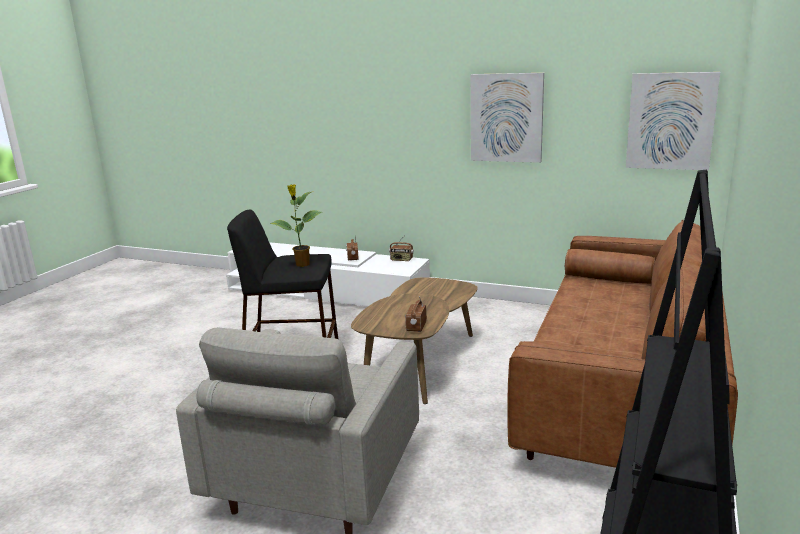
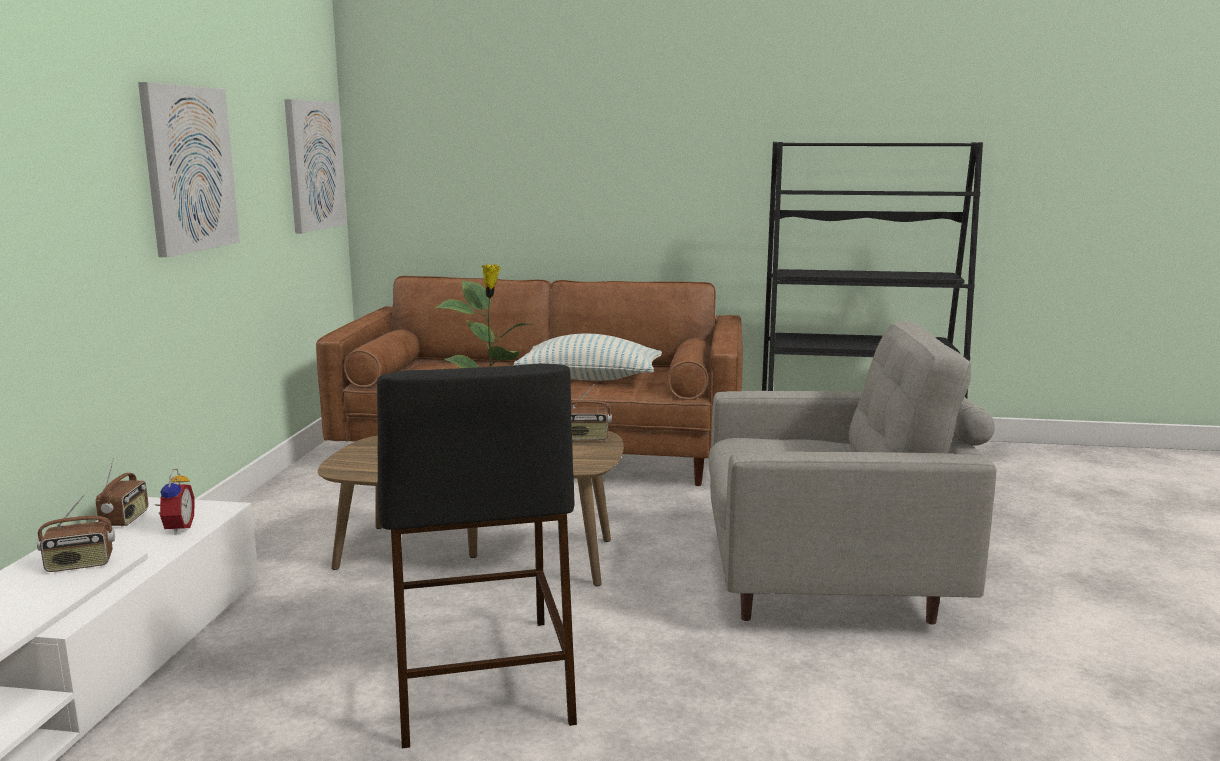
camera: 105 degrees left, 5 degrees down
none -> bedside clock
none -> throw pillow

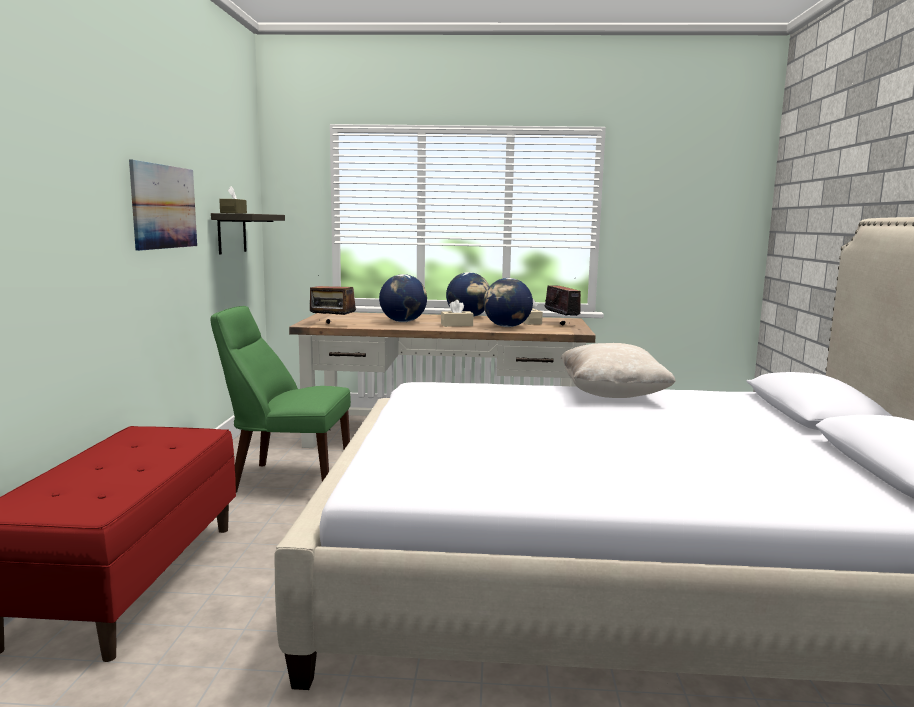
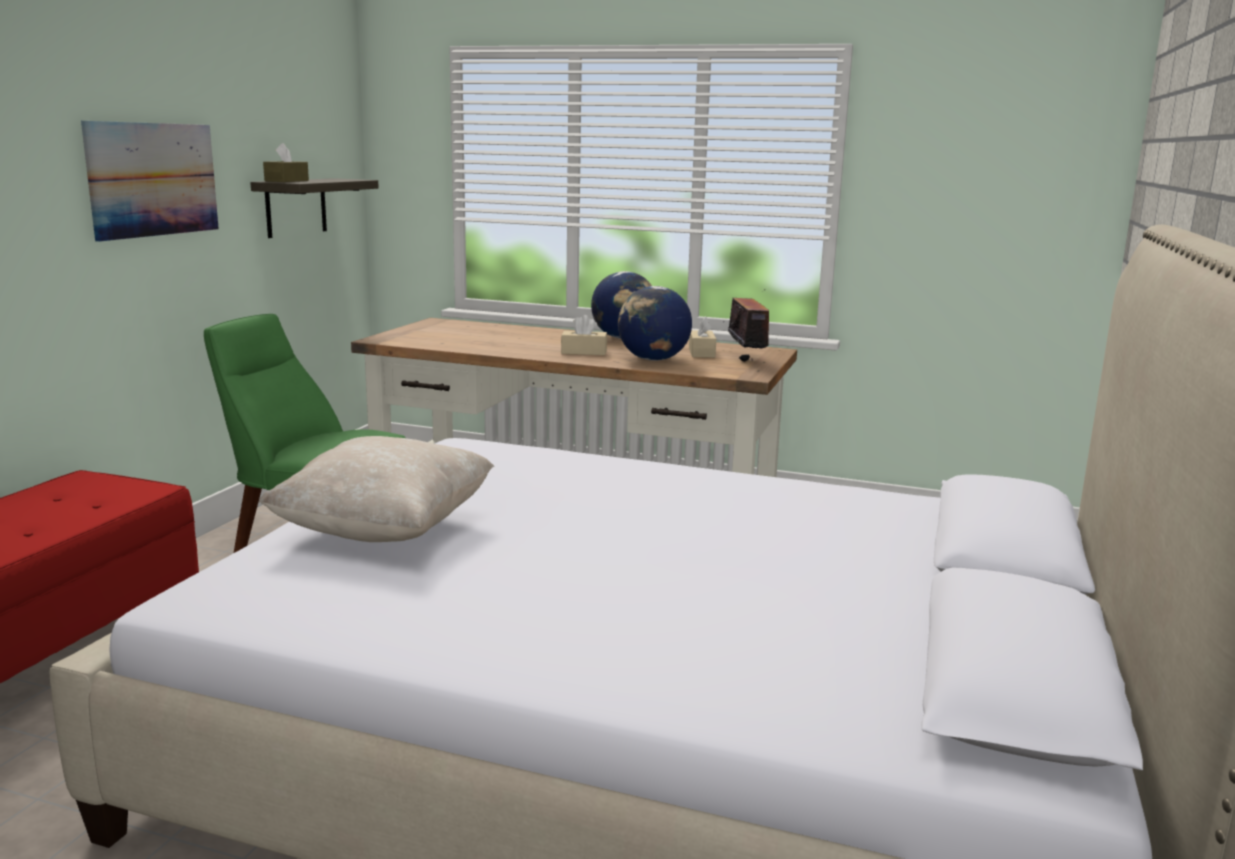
camera: 15 degrees right, 5 degrees up
radio set (no. 1 from left) -> none
globe (no. 1 from left) -> none
sand-coloured throw pillow, shifted

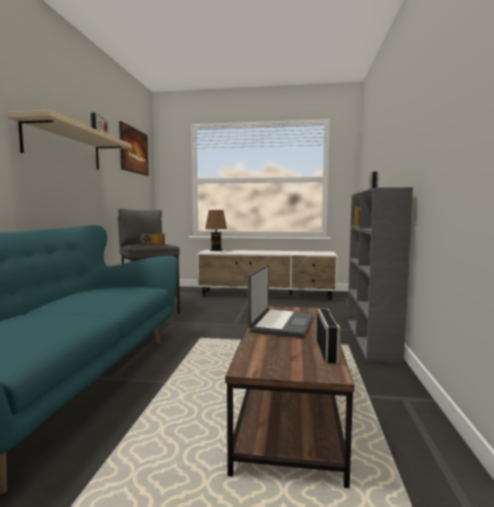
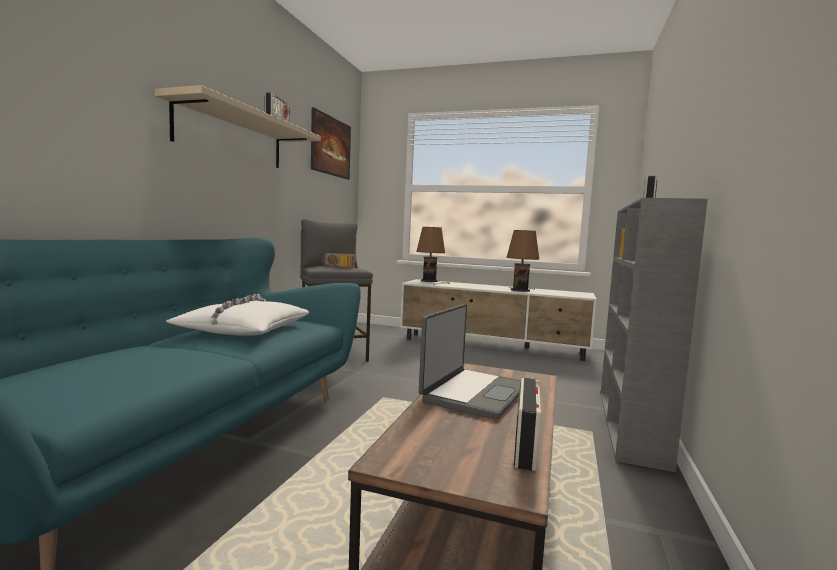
camera: 10 degrees right, 0 degrees up
none -> white-coloured throw pillow
none -> brownish table lamp (no. 2 from left)

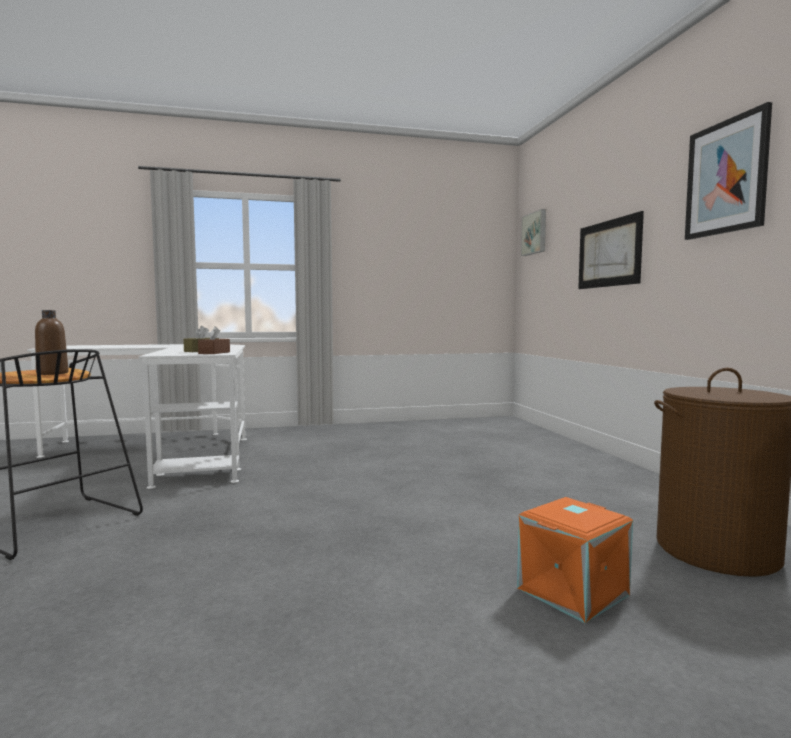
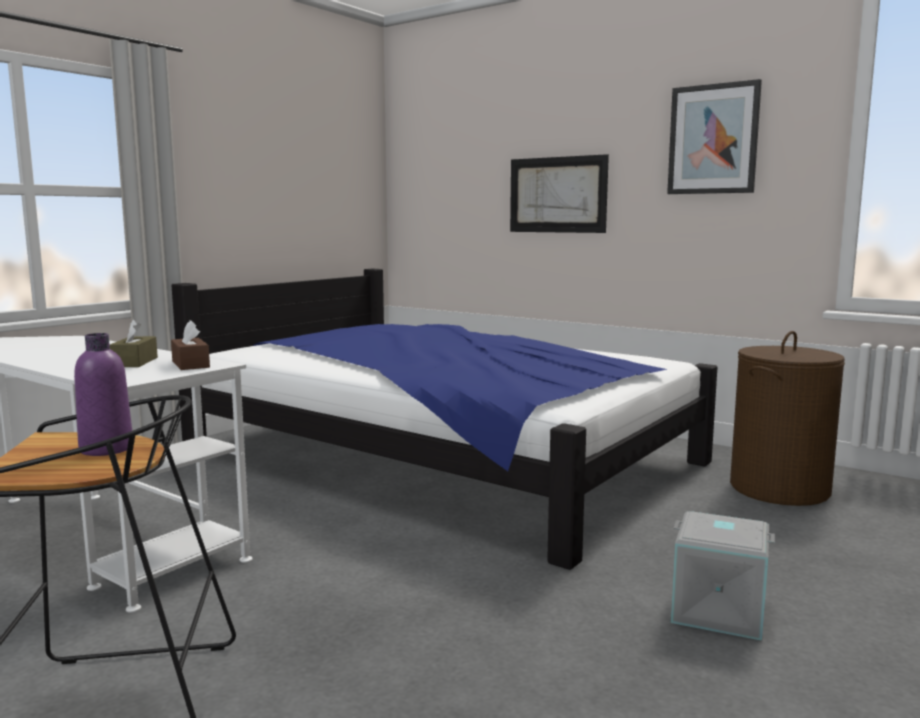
camera: 40 degrees left, 5 degrees up
orange-coloured storage container -> none
wall picture (no. 1 from left) -> none
none -> bed
none -> greyish storage container
brownish bottle -> purplish bottle

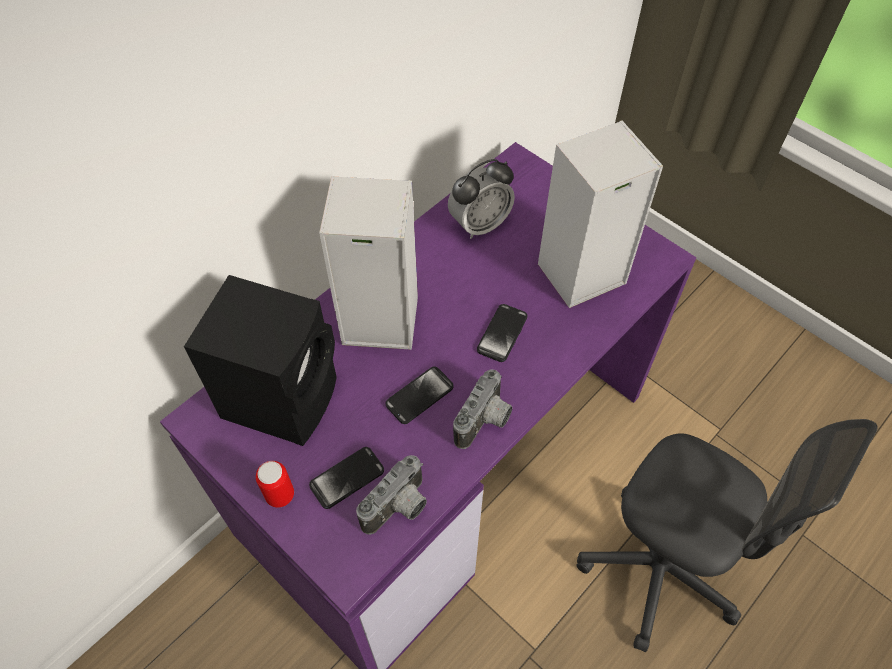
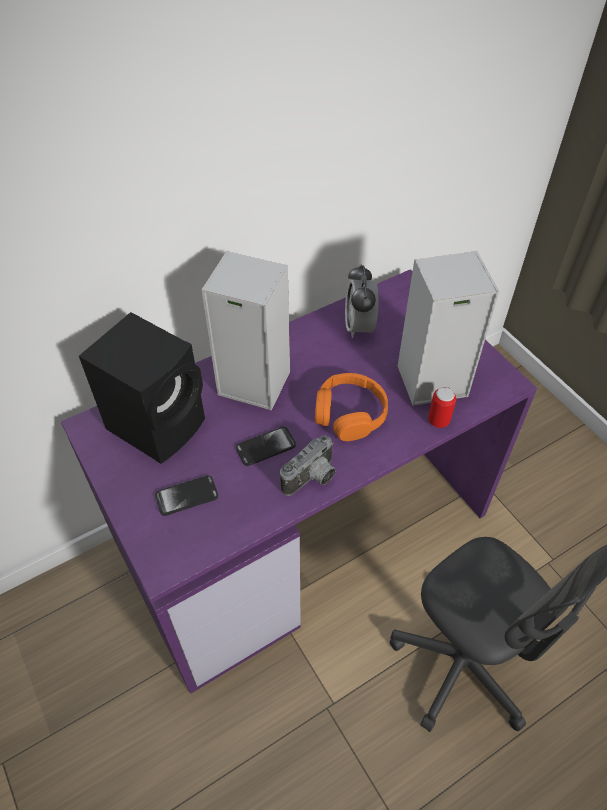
camera: 15 degrees right, 5 degrees down
photo camera (no. 1 from left) -> none
sealed can, shifted
handset (no. 3 from left) -> orange-coloured pair of headphones
bedside clock, 105 degrees clockwise

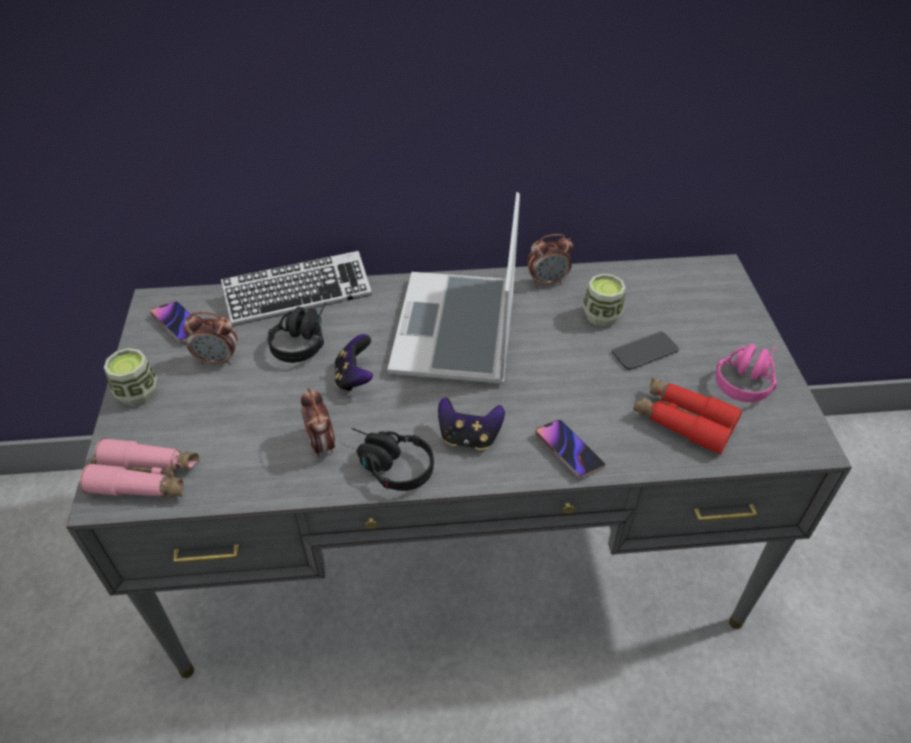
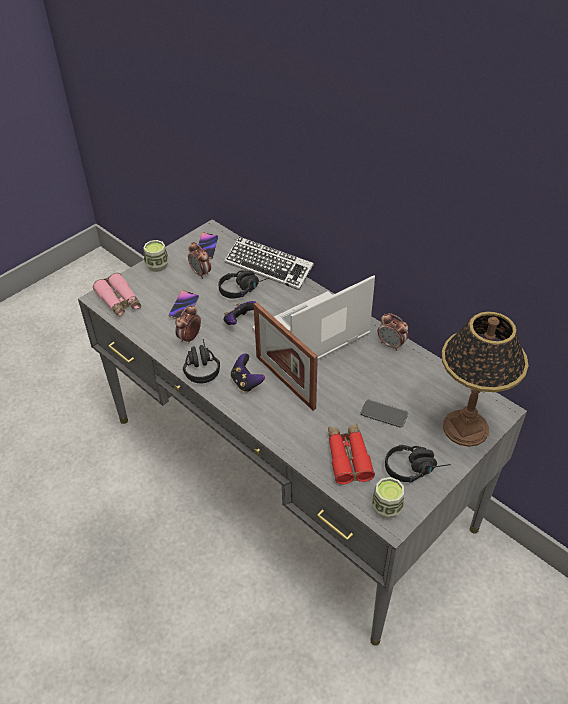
camera: 50 degrees right, 0 degrees up
none -> standing frame
none -> table lamp
handset (no. 2 from left in the first image) -> handset (no. 1 from left), shifted
small cup (no. 2 from left), shifted
pink pair of headphones -> black-coloured pair of headphones (no. 3 from left)

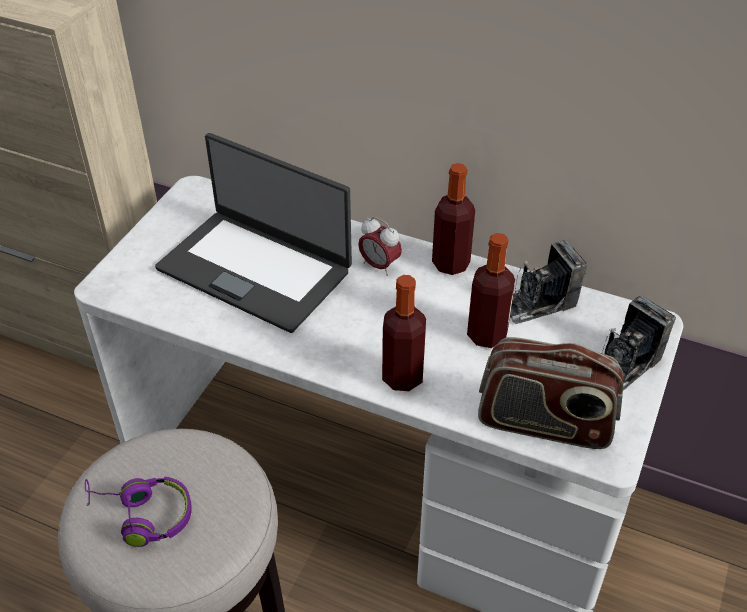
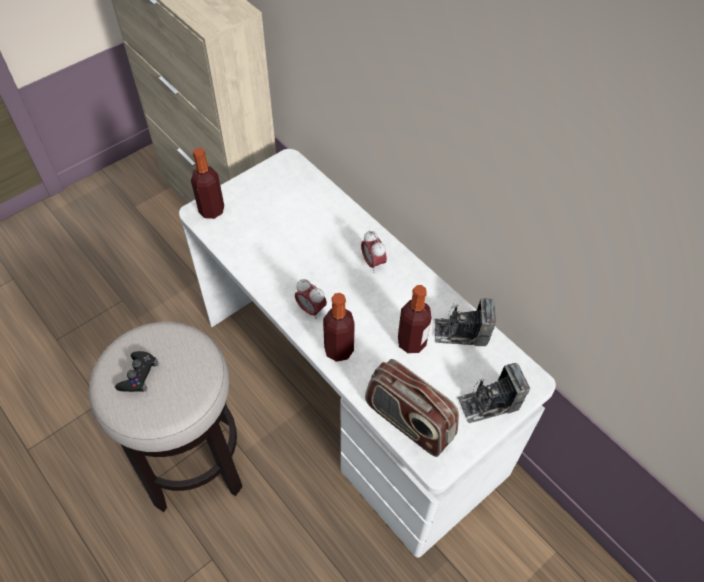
camera: 25 degrees right, 10 degrees up
portable computer -> none
none -> bedside clock (no. 1 from left)
bottle (no. 2 from left in the first image) -> bottle (no. 1 from left), shifted
purplish pair of headphones -> black-coloured gamepad

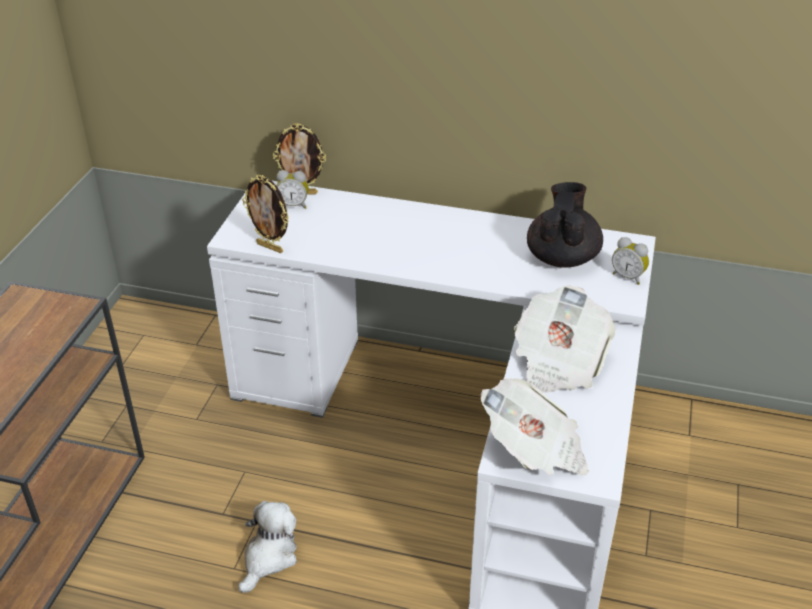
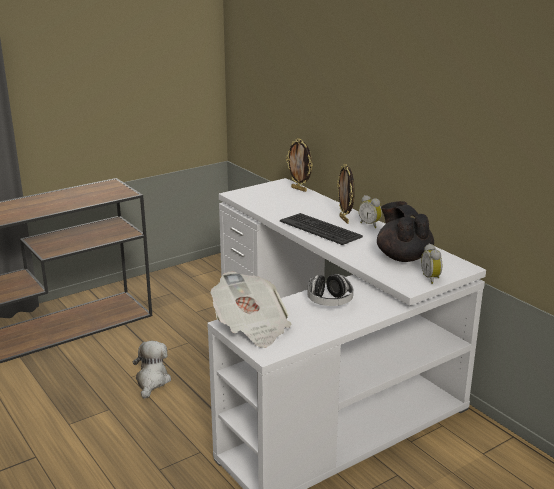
camera: 40 degrees right, 15 degrees down
none -> PC keyboard
standing frame (no. 1 from left in the first image) -> standing frame (no. 2 from left), shifted
bedside clock (no. 1 from left), shifted
printed paper (no. 2 from left) -> pair of headphones
plush toy, 60 degrees counterclockwise
black-coloured tea pot, 75 degrees counterclockwise

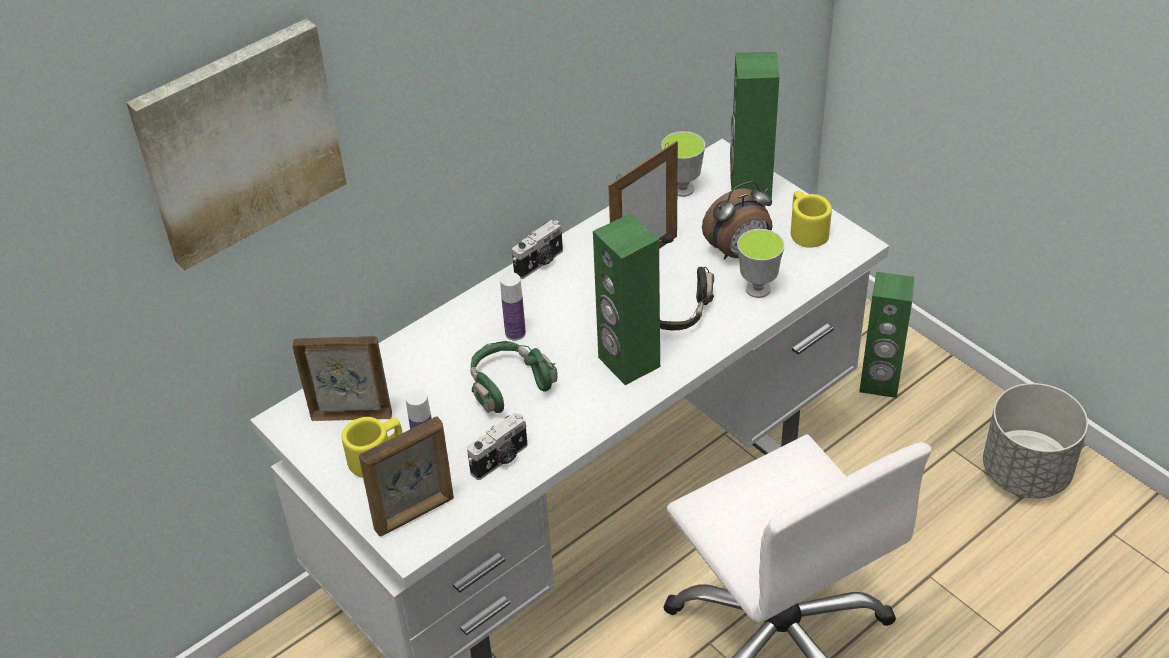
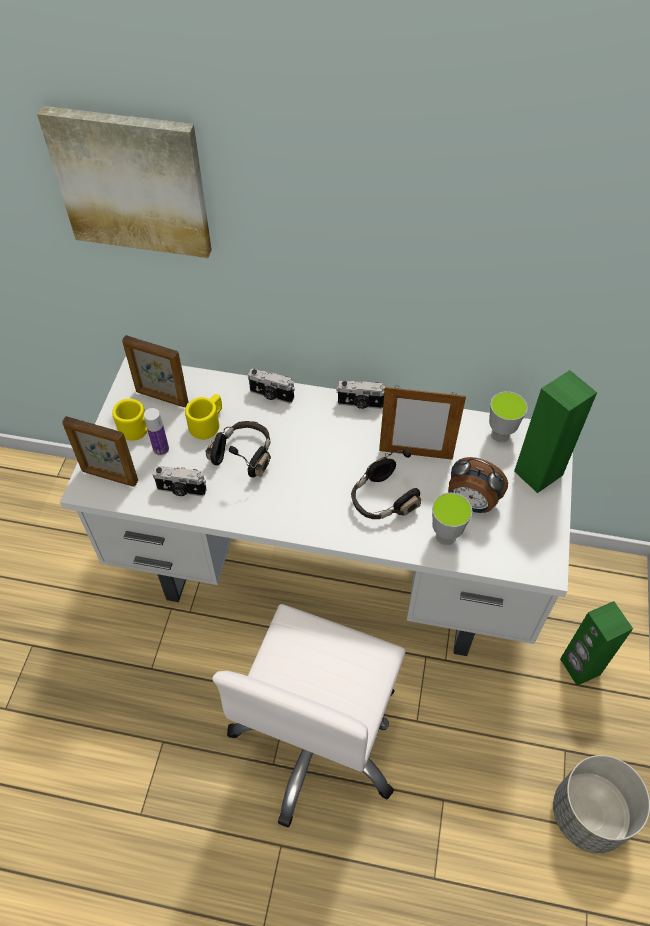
camera: 50 degrees right, 10 degrees up
bottle (no. 2 from left) -> none
green-coloured speaker (no. 1 from left) -> none
none -> photo camera (no. 2 from left)
yellowish tea mug (no. 2 from left), shifted
green-coloured pair of headphones -> black-coloured pair of headphones (no. 1 from left)
standing frame (no. 1 from left in the first image) -> standing frame (no. 2 from left), 150 degrees clockwise

